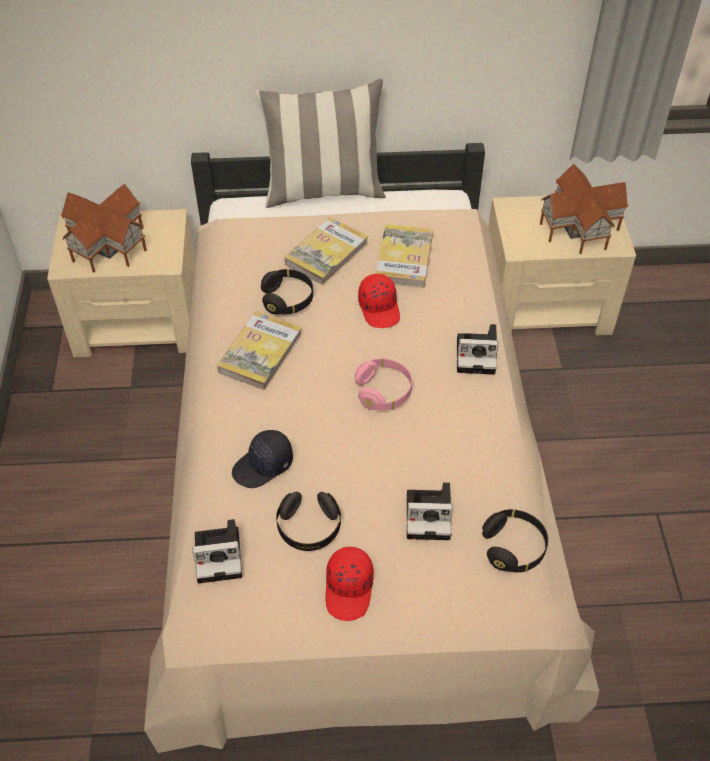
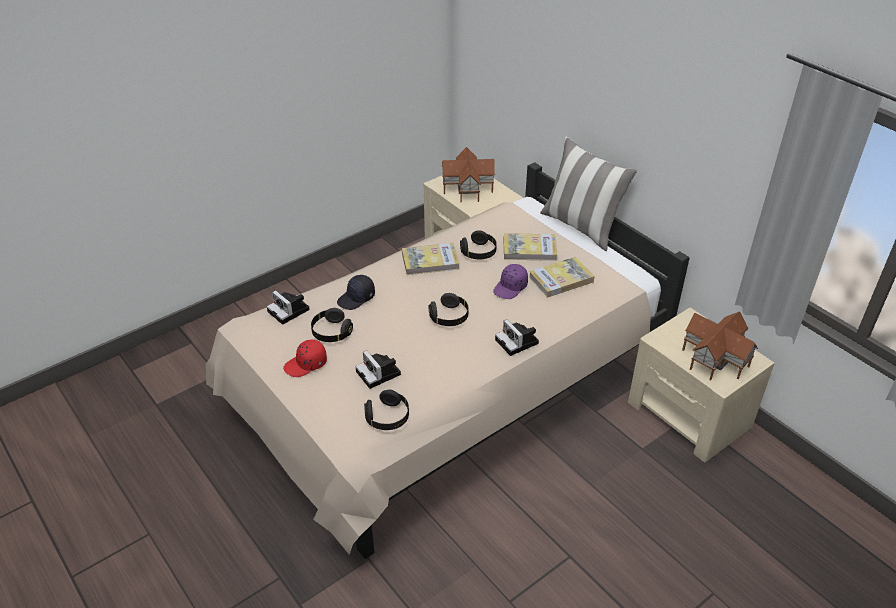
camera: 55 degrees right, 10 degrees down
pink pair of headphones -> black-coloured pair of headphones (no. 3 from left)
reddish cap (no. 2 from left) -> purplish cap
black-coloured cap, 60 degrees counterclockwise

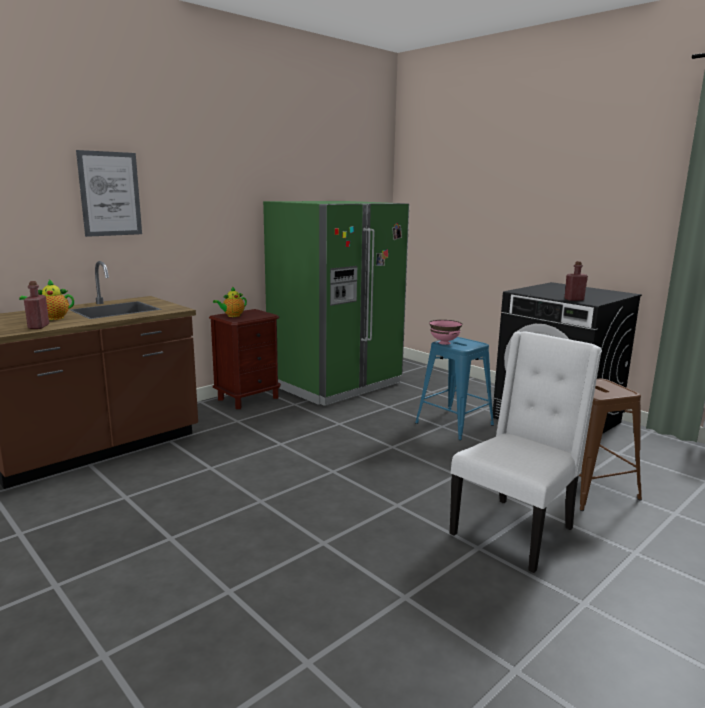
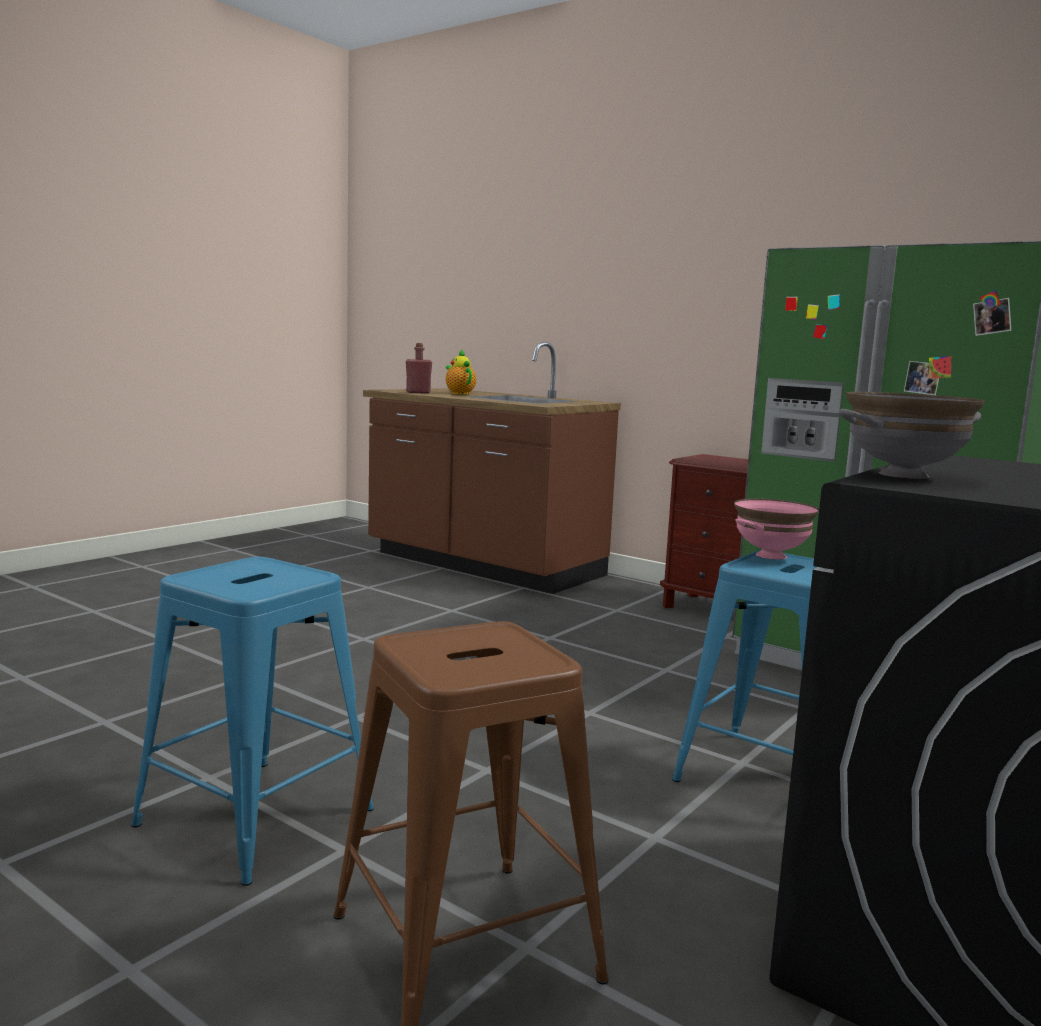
camera: 80 degrees right, 5 degrees down
wall picture -> none
tea pot (no. 2 from left) -> none
white-coloured chair -> bluish stool seat (no. 1 from left)
reddish bottle (no. 2 from left) -> greyish bowl

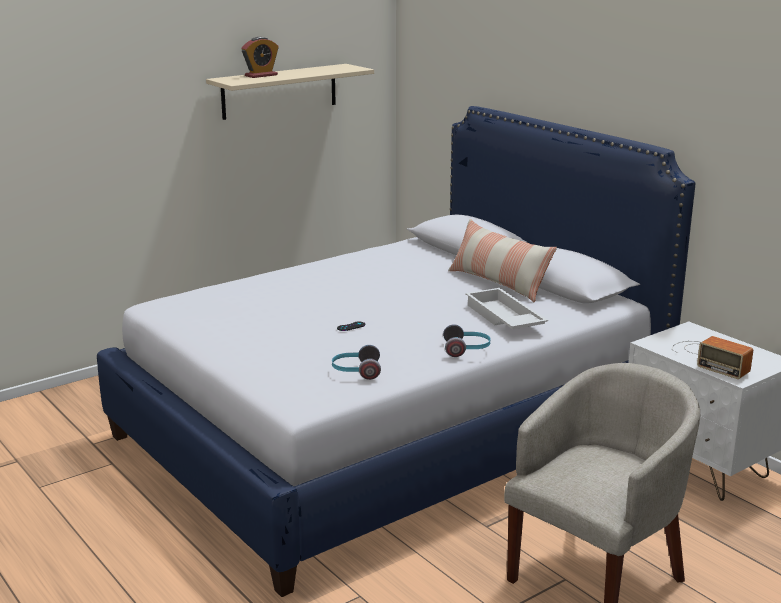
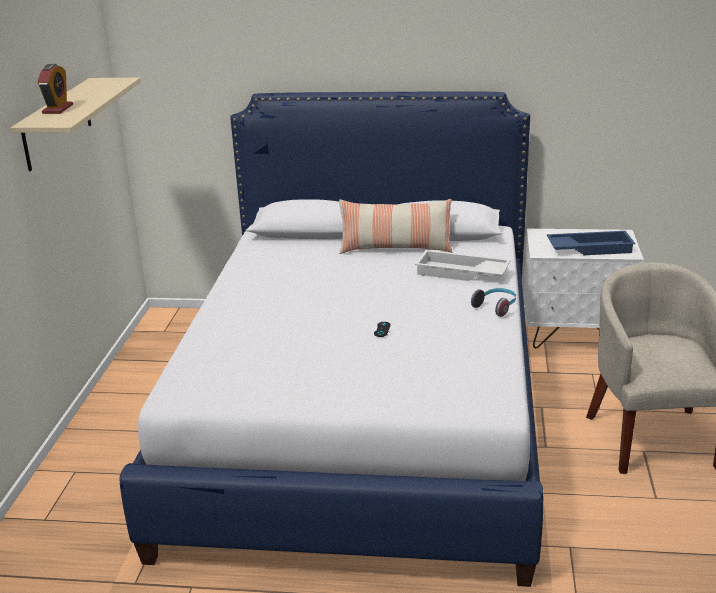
camera: 45 degrees left, 5 degrees up
pair of headphones (no. 1 from left) -> none
radio set -> bluish serving tray

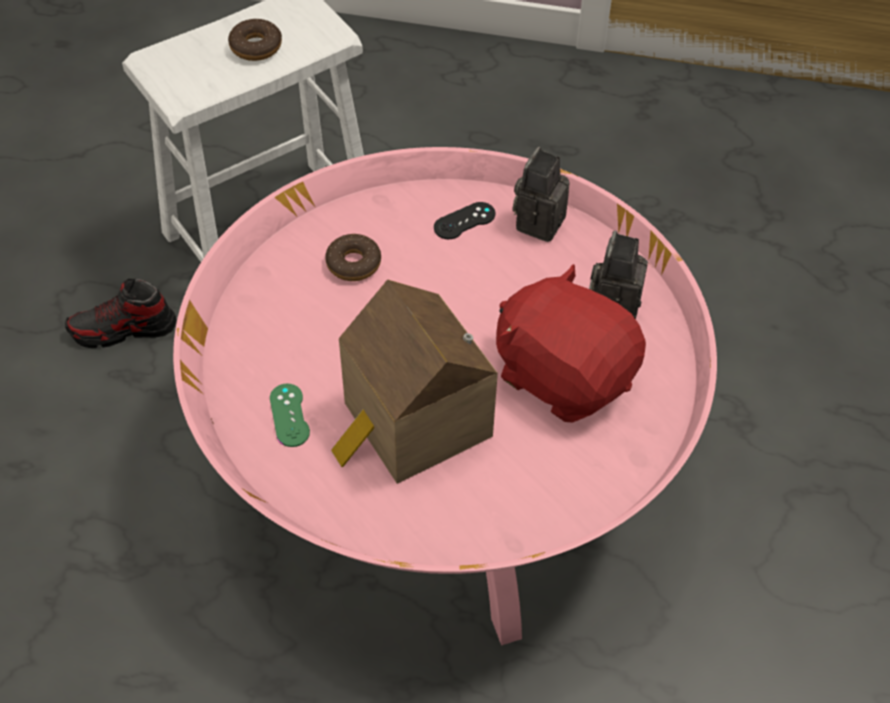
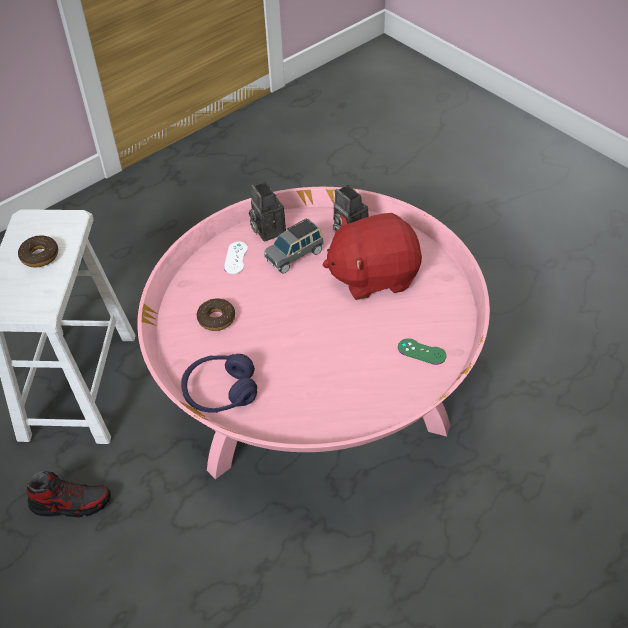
camera: 50 degrees left, 5 degrees down
model house -> none
none -> purplish pair of headphones
none -> greyish toy car
green-coloured gamepad, shifted
black-coloured gamepad -> white-coloured gamepad
item of footwear, 120 degrees counterclockwise

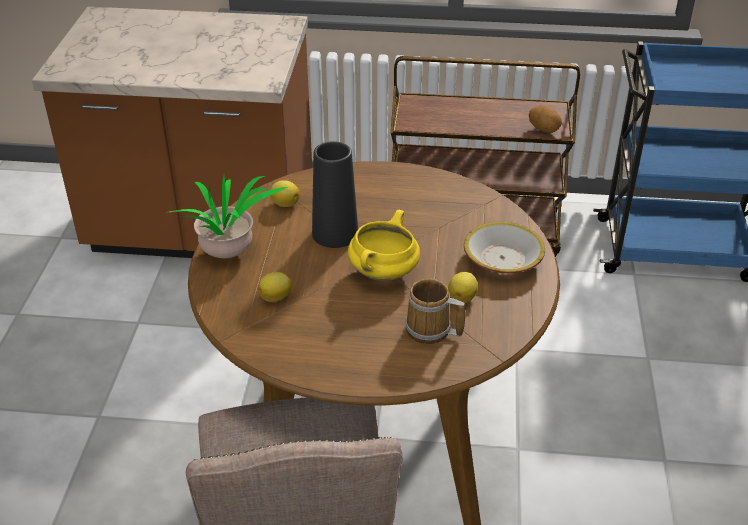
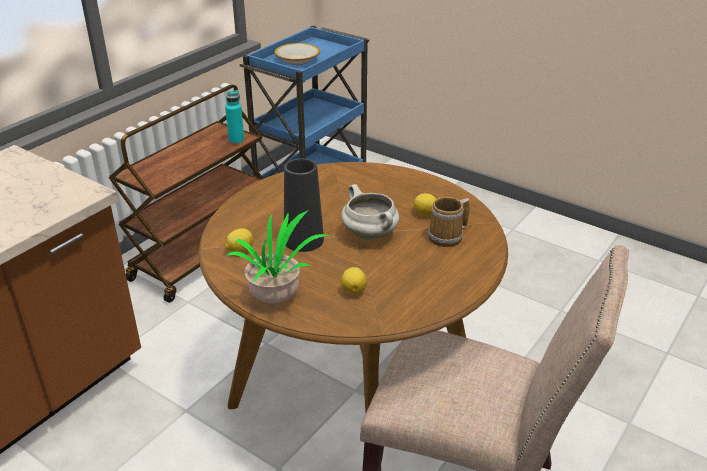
camera: 60 degrees left, 5 degrees down
bowl, shifted
whole potato -> blue-green bottle
yellowish cooking pot -> white-coloured cooking pot

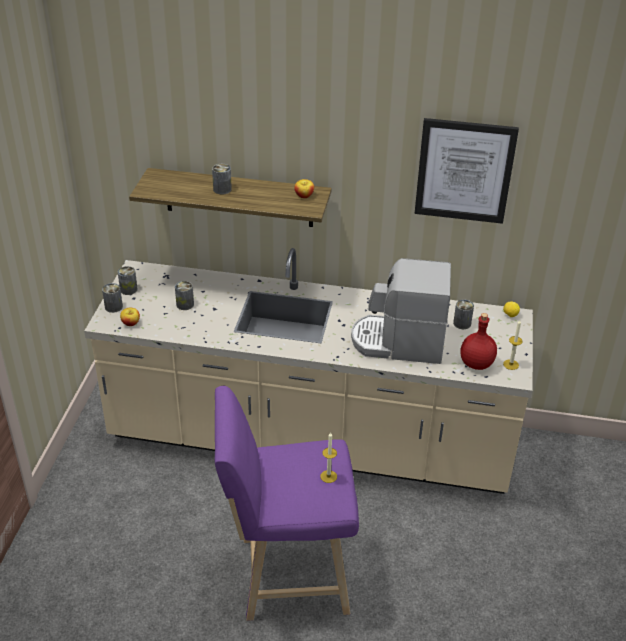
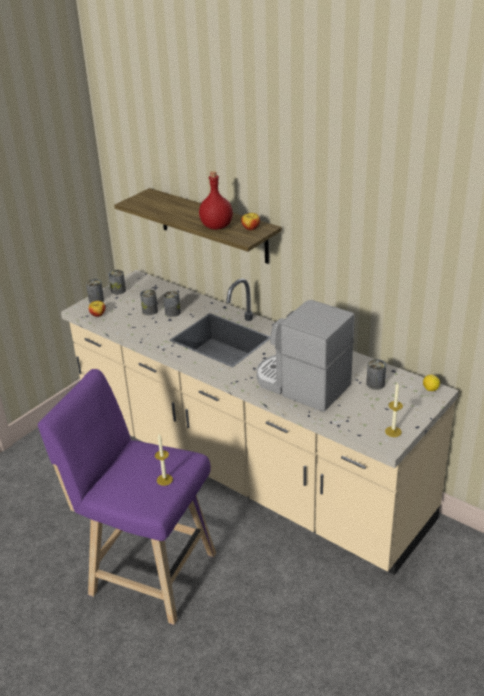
camera: 30 degrees right, 5 degrees down
wall picture -> none
sealed can (no. 4 from left), shifted
reddish bottle, shifted

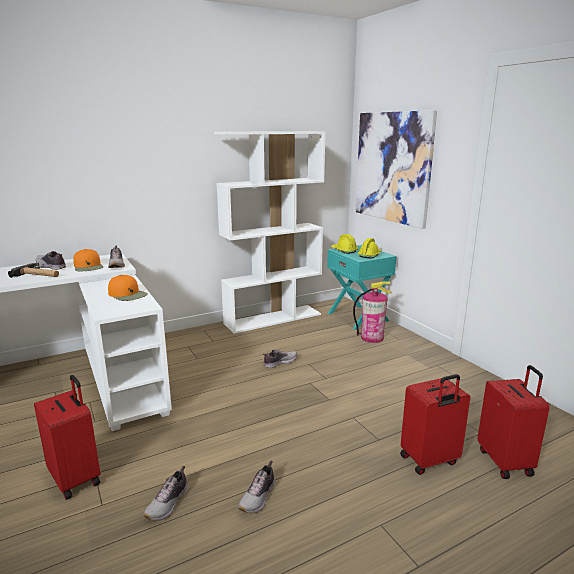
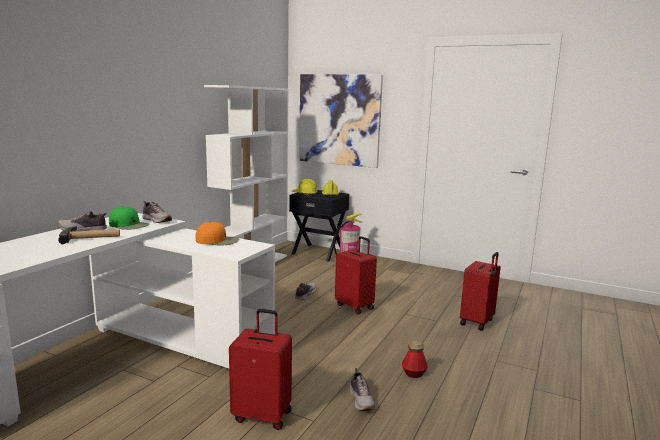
camera: 35 degrees left, 5 degrees down
reddish suitcase (no. 3 from left in the first image) -> reddish suitcase (no. 2 from left), shifted
item of footwear (no. 4 from left) -> bottle
orange-coloured cap (no. 1 from left) -> green-coloured cap
blue-green night table -> black-coloured night table

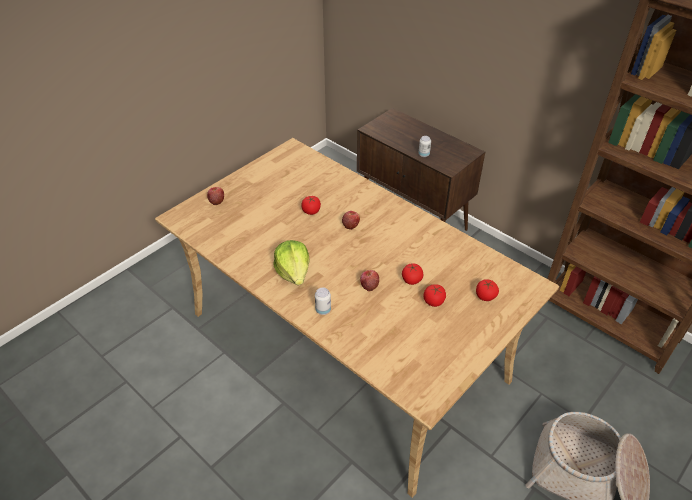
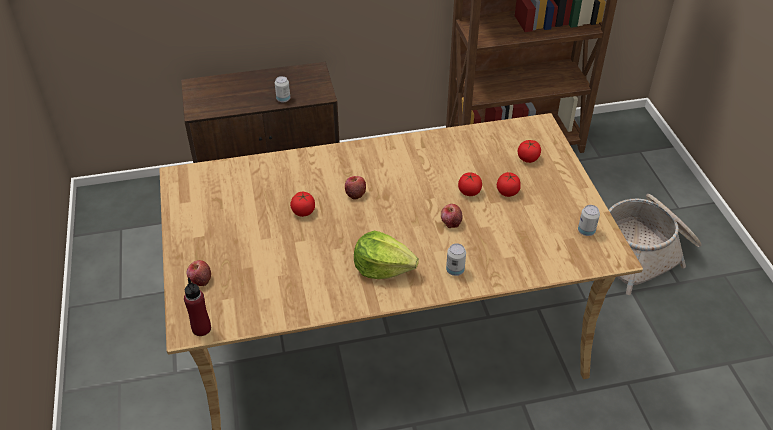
camera: 55 degrees left, 0 degrees up
none -> reddish bottle
none -> sealed can (no. 3 from left)

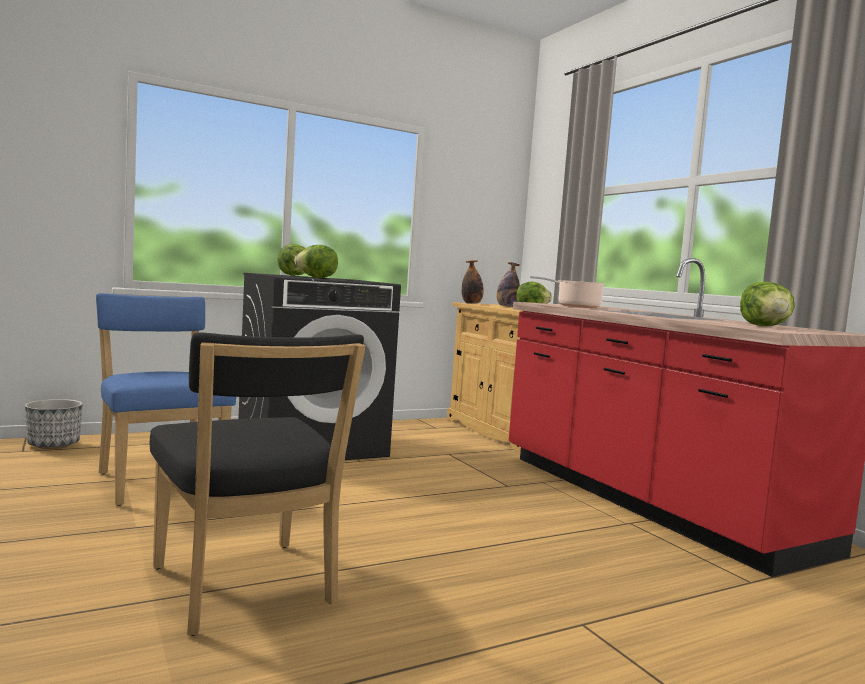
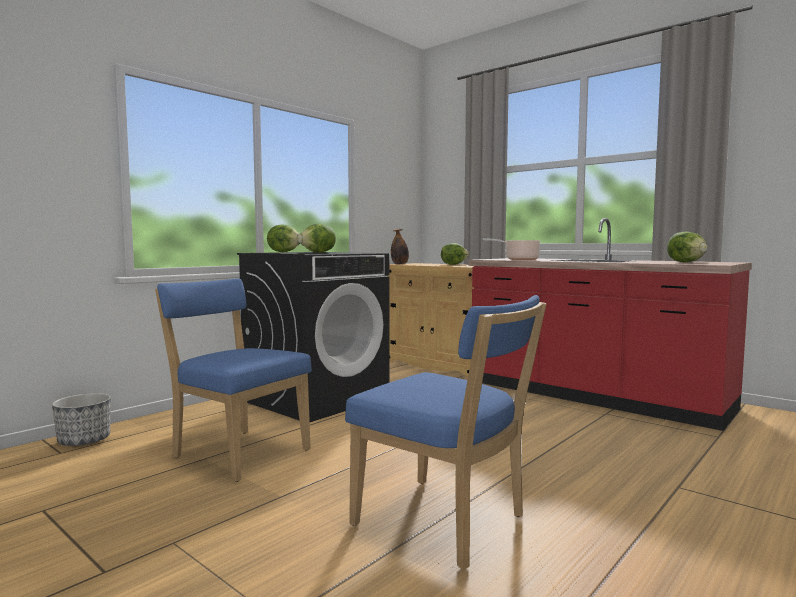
camera: 20 degrees left, 0 degrees up
bottle (no. 2 from left) -> none
black-coloured chair -> bluish chair (no. 2 from left)

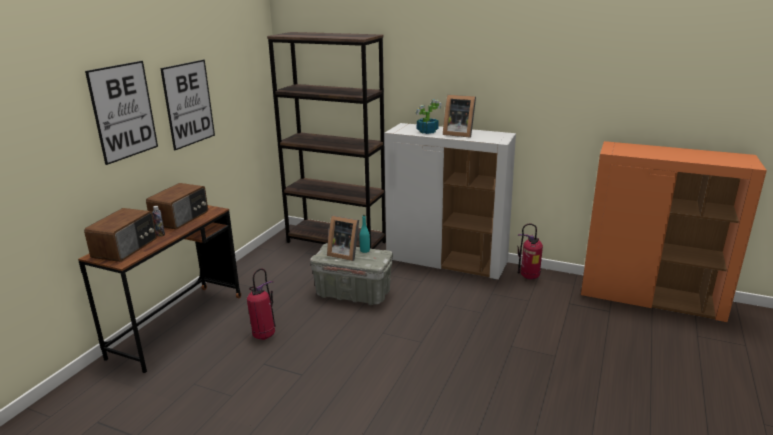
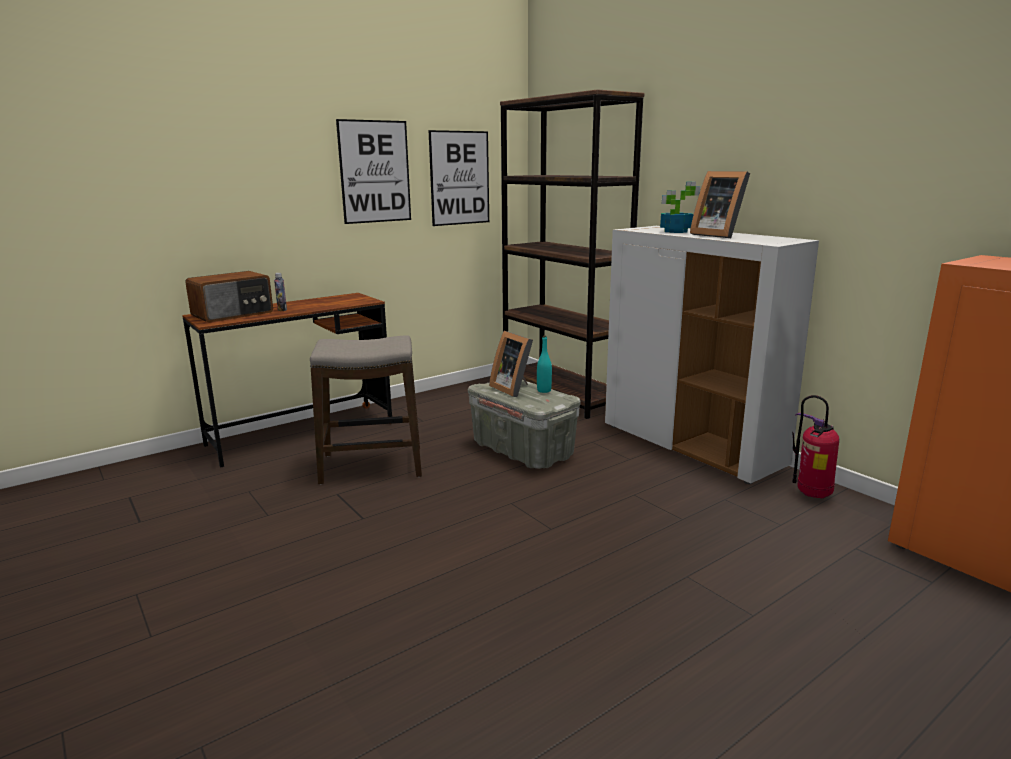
camera: 30 degrees right, 5 degrees down
radio set (no. 2 from left) -> none
wall picture (no. 1 from left in the first image) -> wall picture (no. 2 from left), shifted
extinguisher (no. 1 from left) -> stool seat

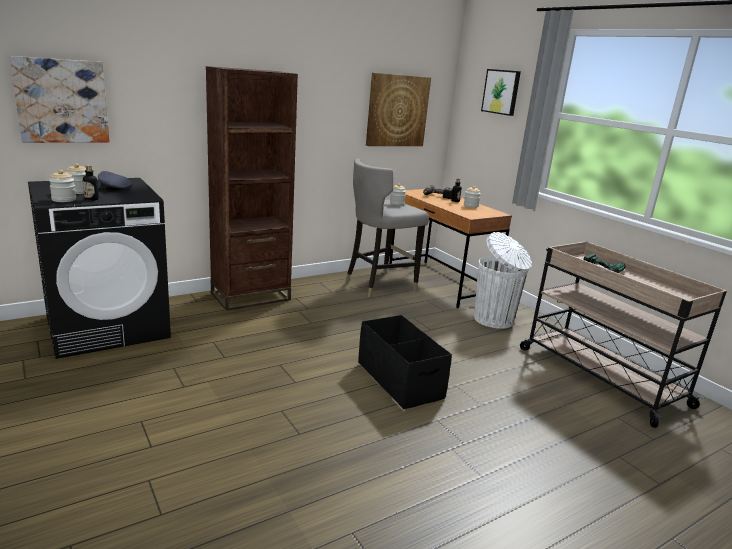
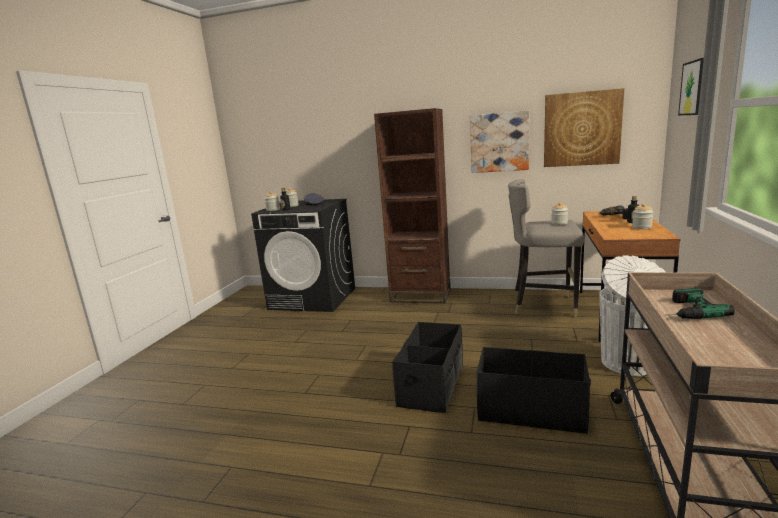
camera: 50 degrees right, 5 degrees down
none -> black-coloured storage container (no. 2 from left)
wall picture (no. 1 from left), shifted

